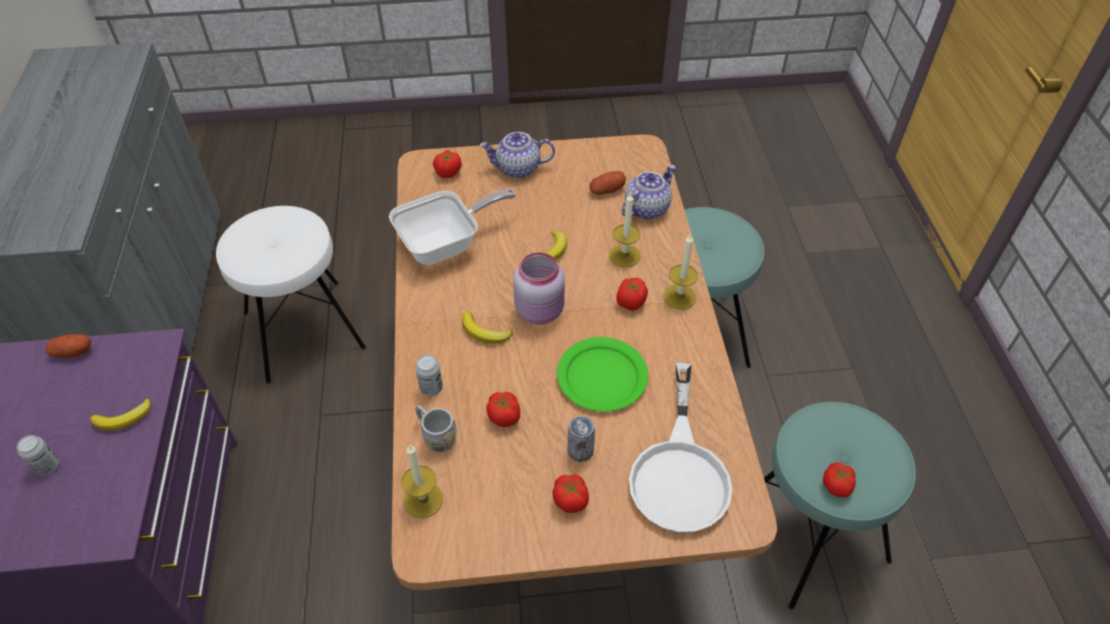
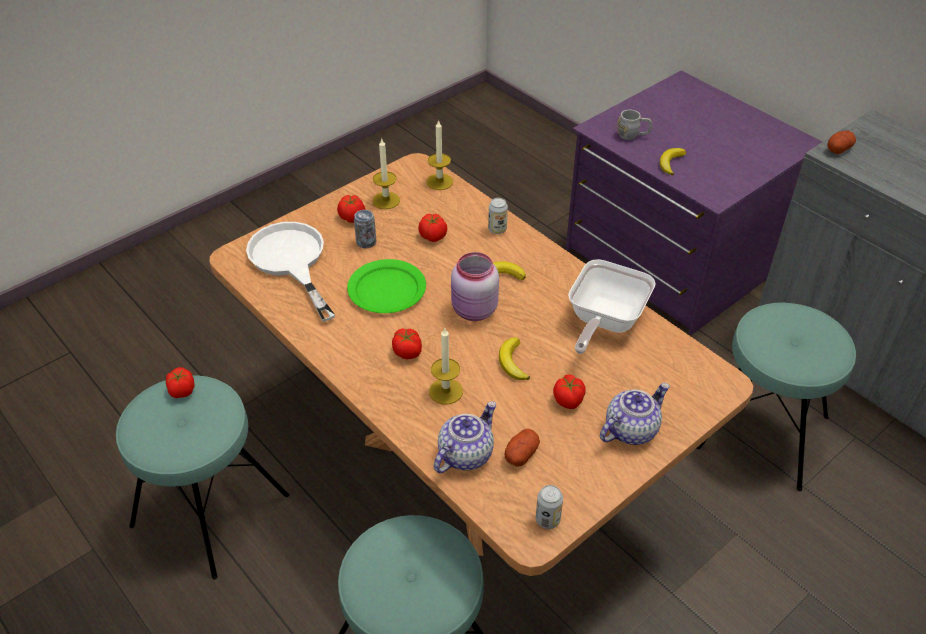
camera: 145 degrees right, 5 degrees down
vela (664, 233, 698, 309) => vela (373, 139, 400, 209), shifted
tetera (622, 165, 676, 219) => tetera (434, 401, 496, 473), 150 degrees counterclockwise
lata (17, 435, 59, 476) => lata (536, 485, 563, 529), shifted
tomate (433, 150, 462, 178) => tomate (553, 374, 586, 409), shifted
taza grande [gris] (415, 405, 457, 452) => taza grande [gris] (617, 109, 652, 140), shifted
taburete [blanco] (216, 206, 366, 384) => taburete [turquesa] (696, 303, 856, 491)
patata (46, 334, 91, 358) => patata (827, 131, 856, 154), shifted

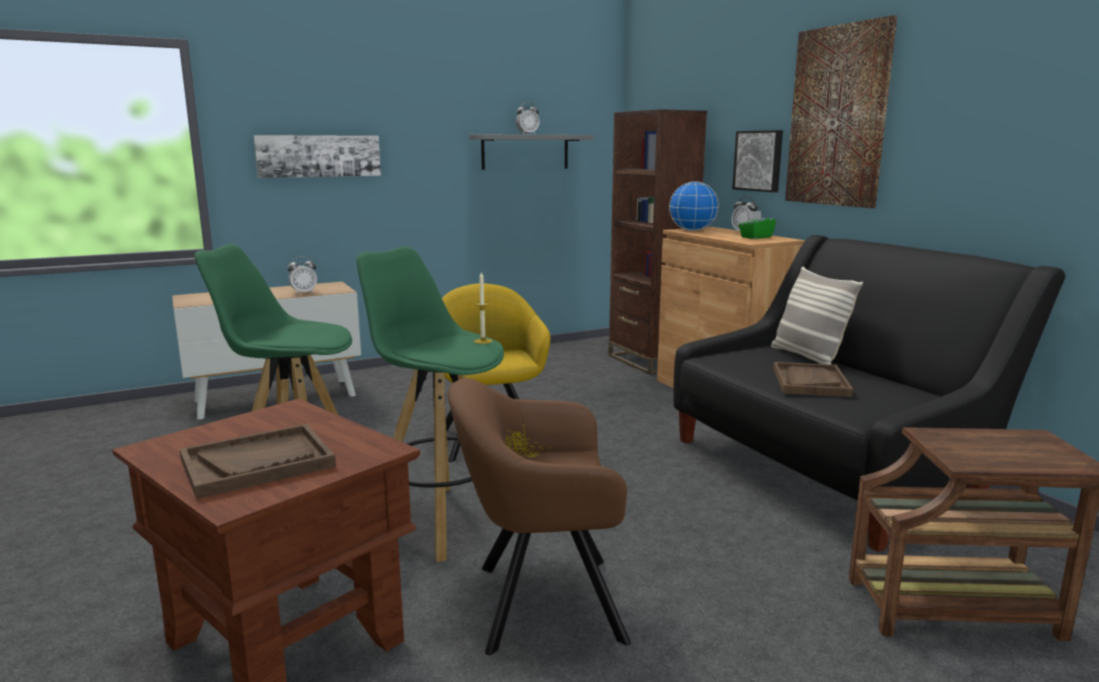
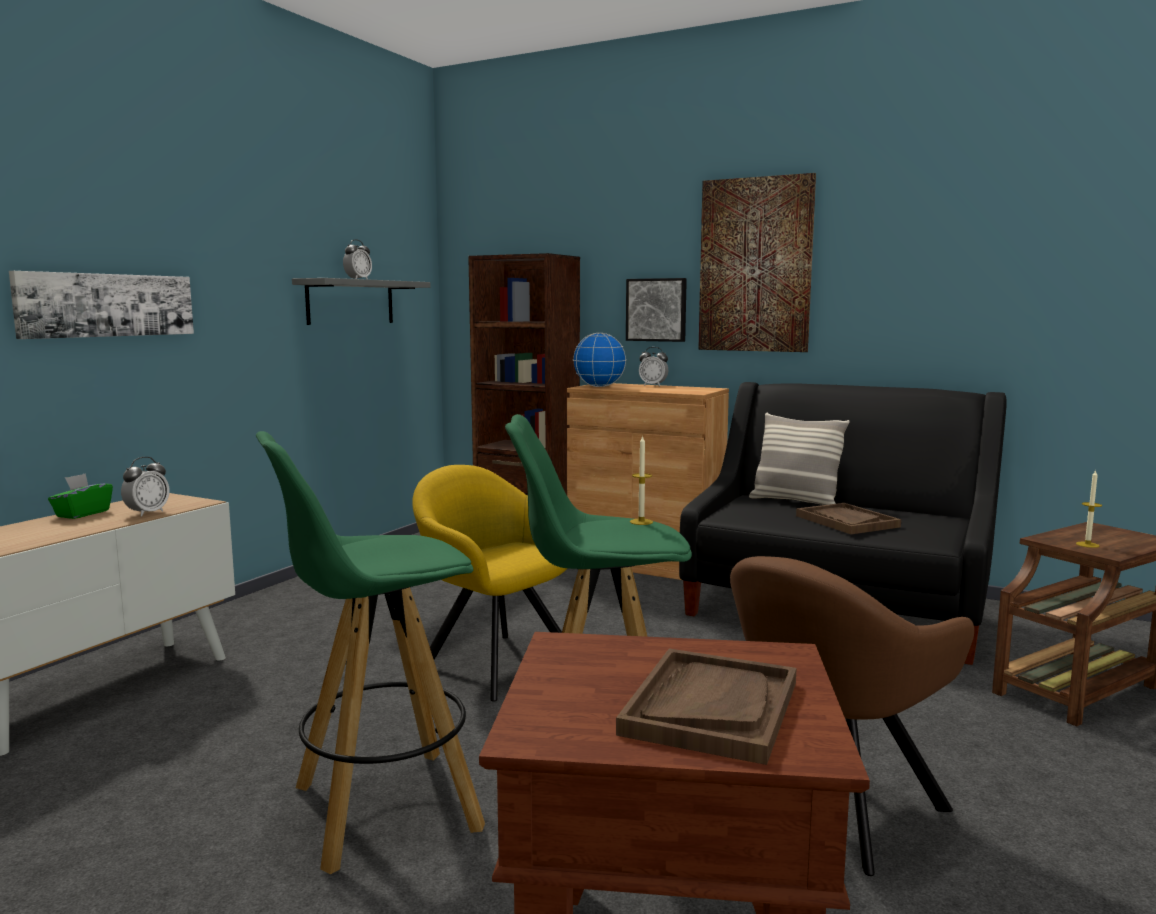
camera: 35 degrees left, 5 degrees down
caja de pañuelos [verde] (739, 211, 776, 239) => caja de pañuelos [verde] (48, 473, 113, 519), shifted
nothing => vela (1076, 470, 1102, 548)

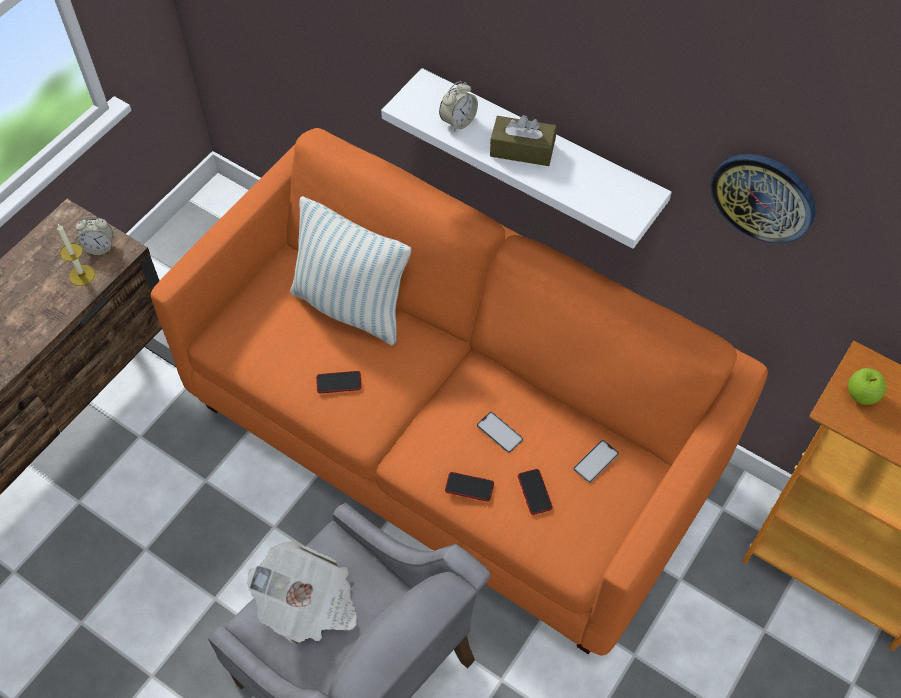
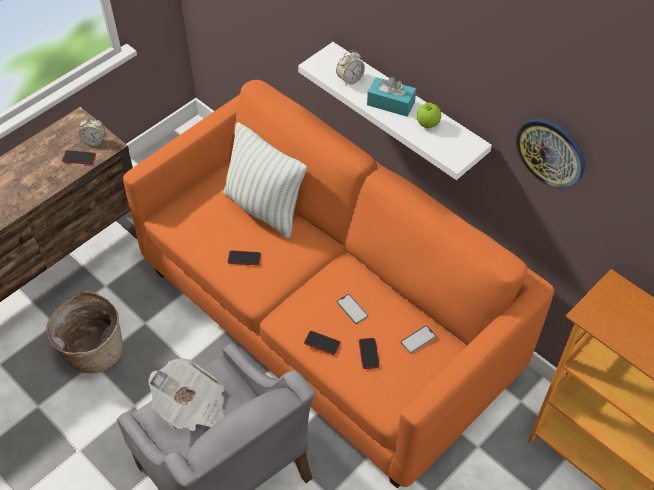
camera: 10 degrees right, 5 degrees down
nothing => cesta (46, 290, 123, 373)
vela (57, 224, 95, 286) => móvil (62, 150, 96, 165)
caja de pañuelos [marrón] (490, 115, 556, 166) => caja de pañuelos [turquesa] (367, 77, 416, 117)
manzana (848, 368, 886, 405) => manzana (417, 103, 441, 128), shifted

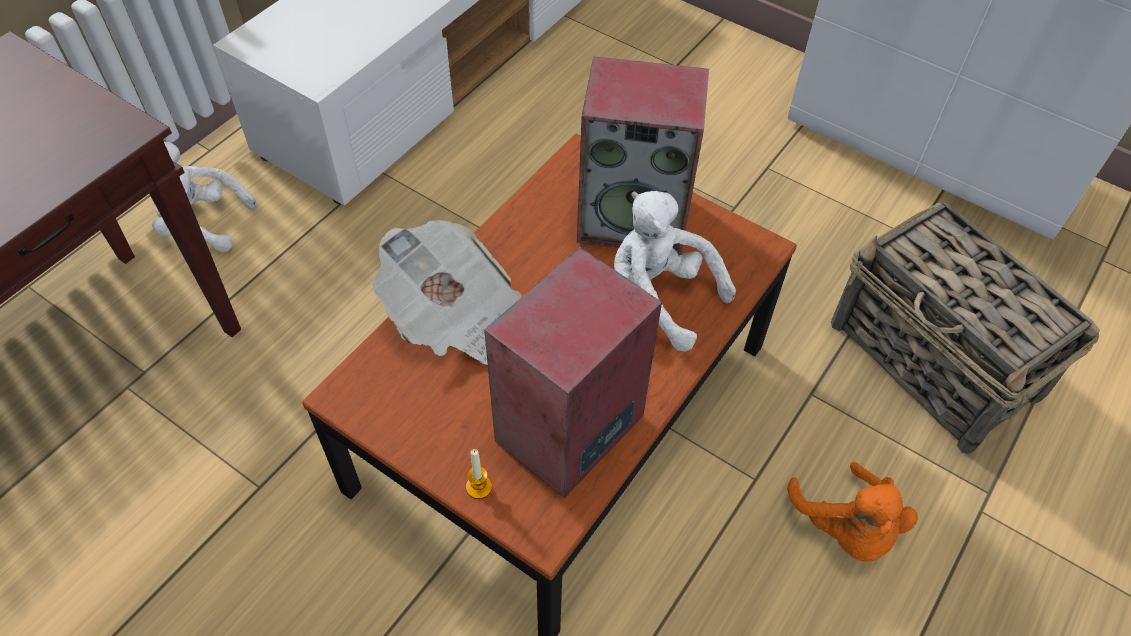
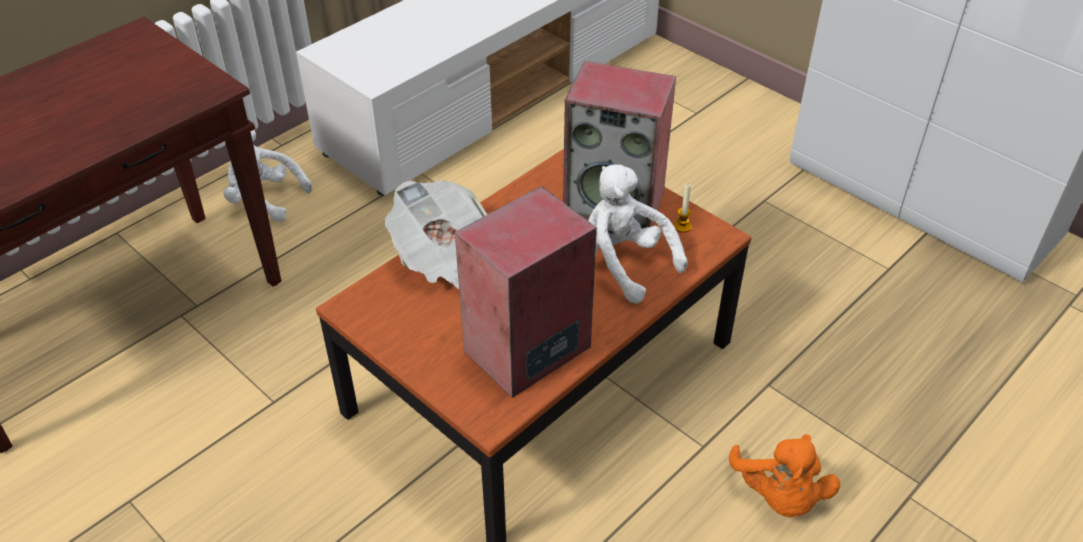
camera: 10 degrees right, 10 degrees down
vela (466, 449, 492, 499) => vela (673, 184, 692, 233), shifted
cesta (831, 202, 1100, 454) => nothing

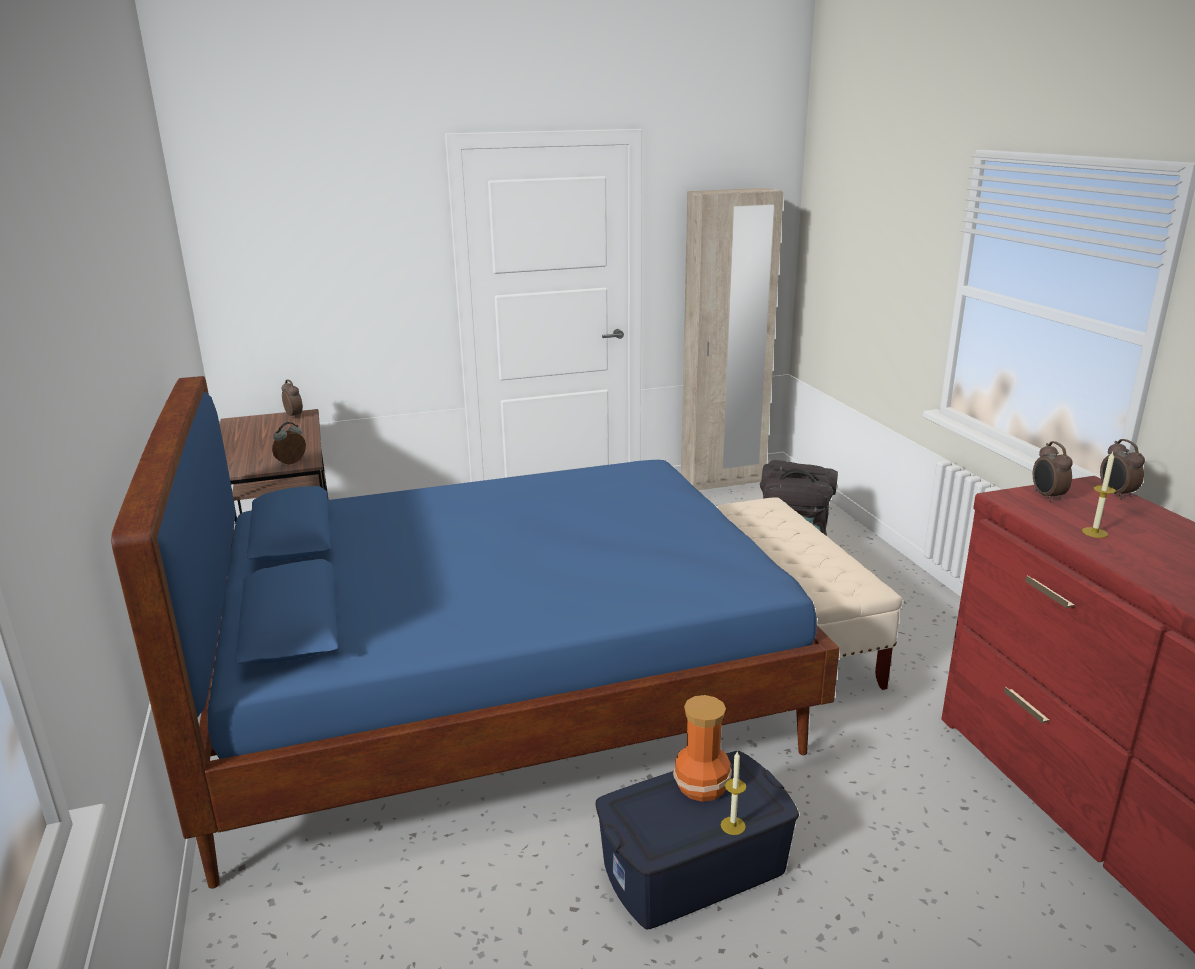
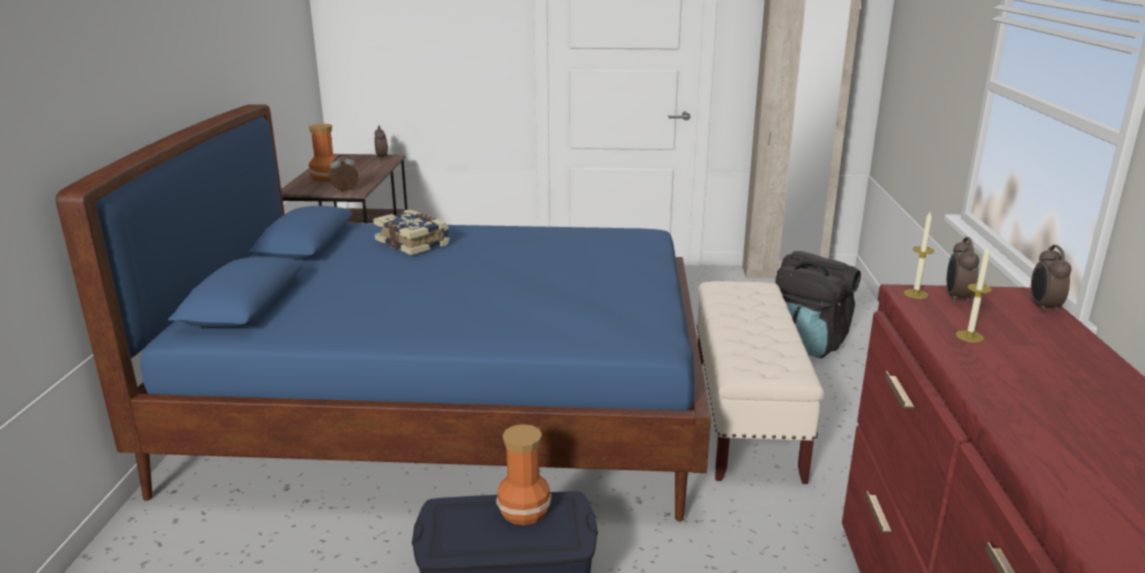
camera: 20 degrees right, 0 degrees up
nothing => florero (309, 124, 338, 182)
nothing => libro (373, 209, 450, 256)
vela (721, 752, 746, 835) => vela (904, 212, 934, 299), shifted

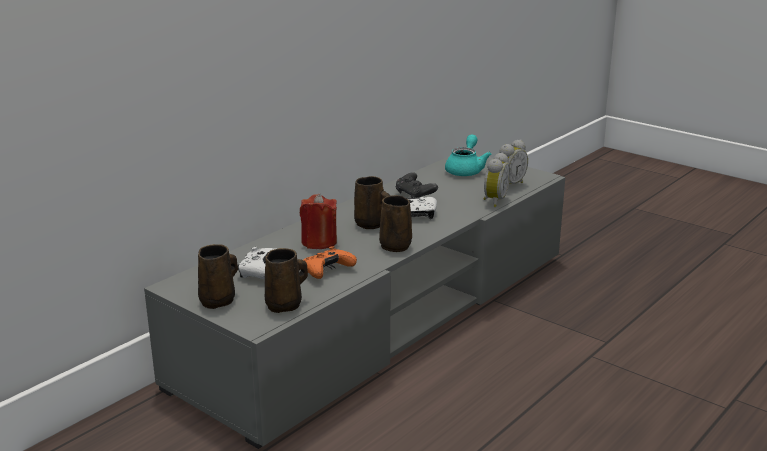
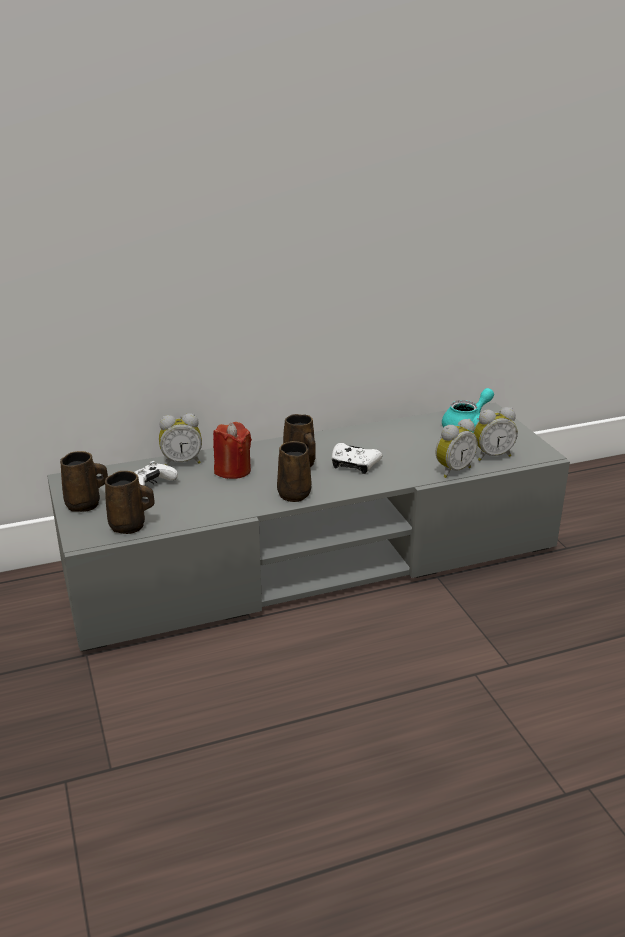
camera: 30 degrees right, 5 degrees up
nothing => despertador (159, 413, 202, 465)
mando de consola [naranja] (304, 246, 357, 279) => nothing
mando de consola [negro] (396, 172, 438, 198) => nothing

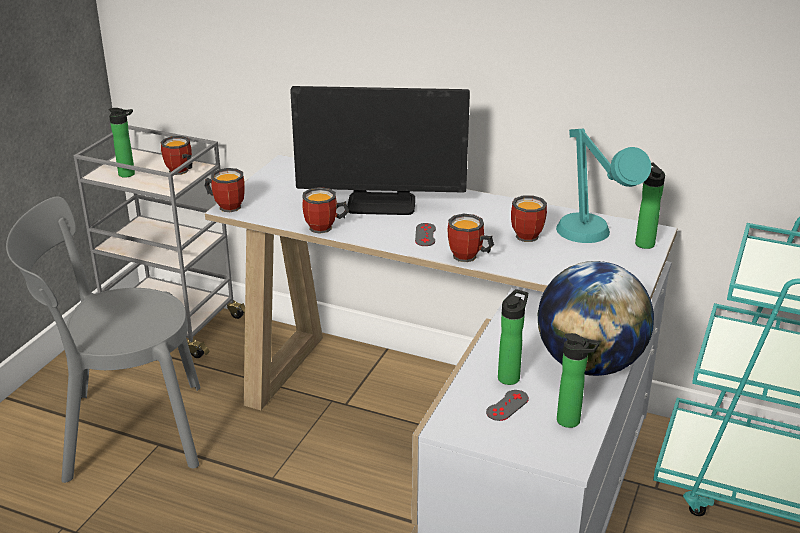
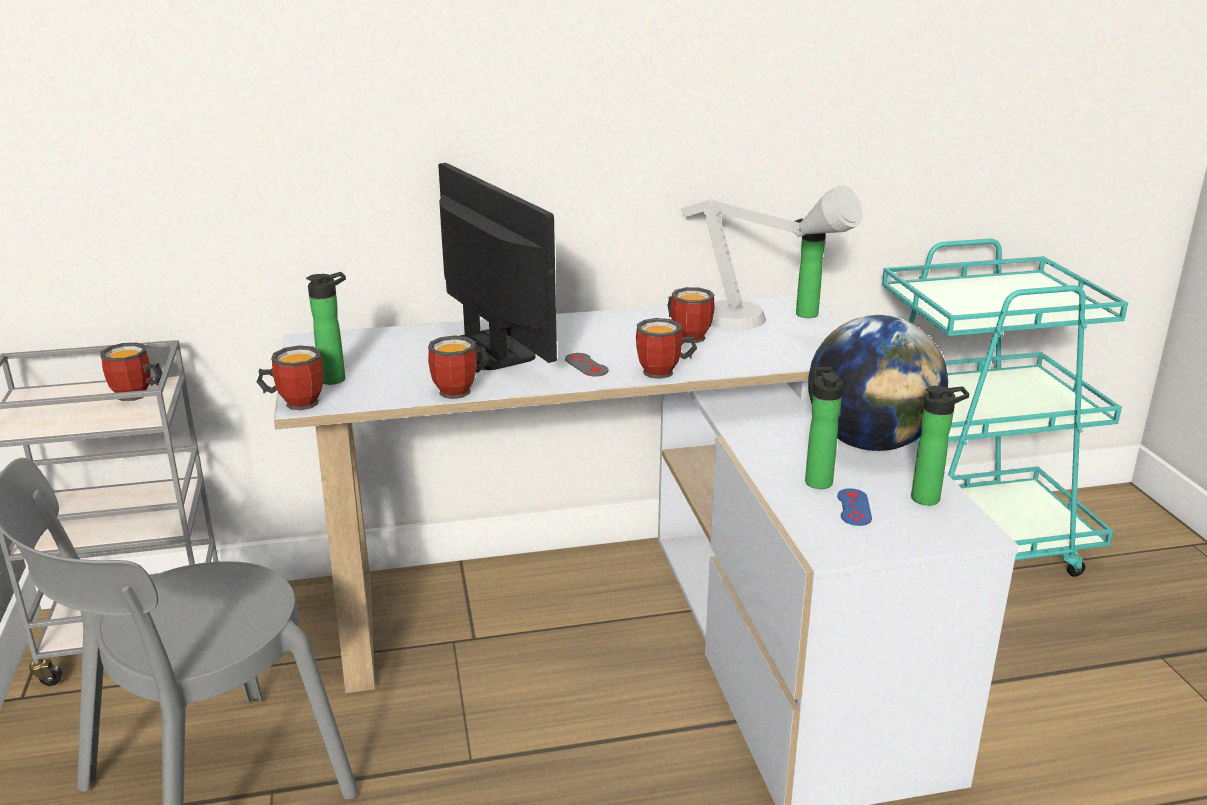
camera: 35 degrees left, 5 degrees down
botella (108, 108, 135, 178) => botella (306, 272, 346, 385), shifted
monitor (290, 86, 470, 215) => monitor (438, 163, 557, 370), 90 degrees counterclockwise
lámpara de mesa [turquesa] (556, 129, 651, 243) => lámpara de mesa [gris] (681, 185, 863, 330)
mando de consola [gris] (486, 390, 529, 421) => mando de consola [azul] (837, 488, 872, 526)

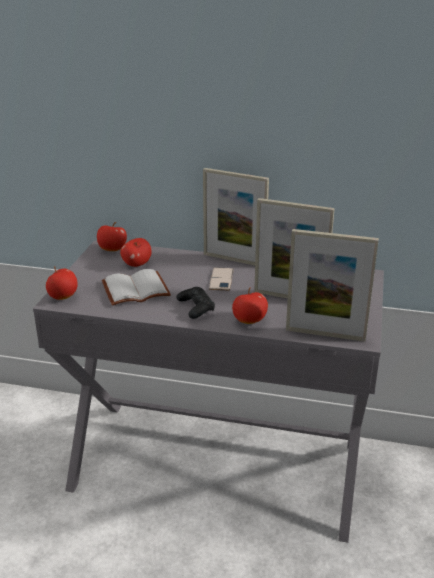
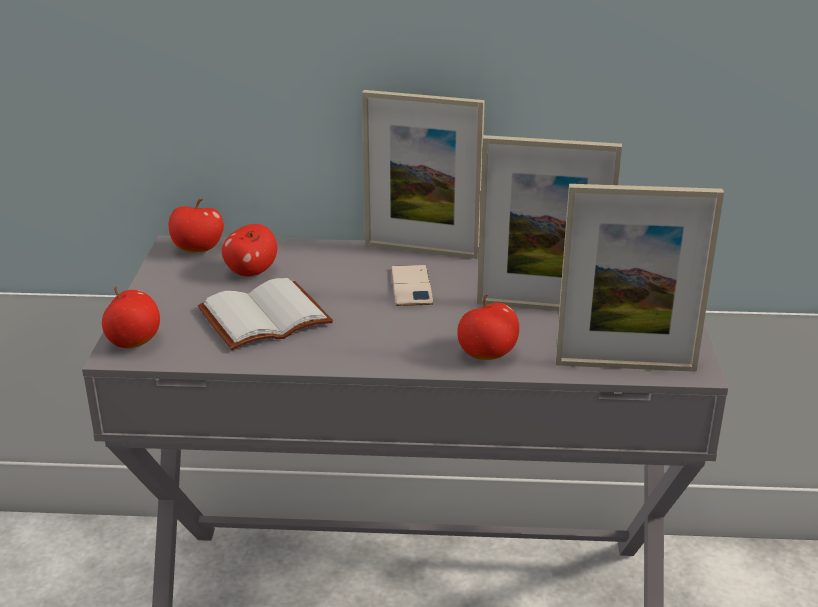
camera: 10 degrees left, 0 degrees up
mando de consola [negro] (176, 287, 215, 319) => nothing

